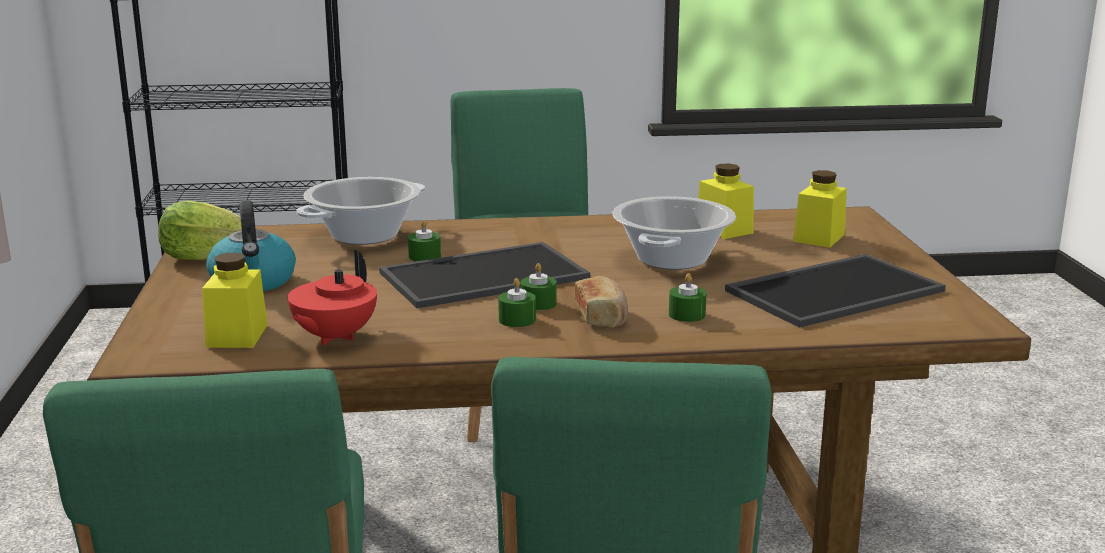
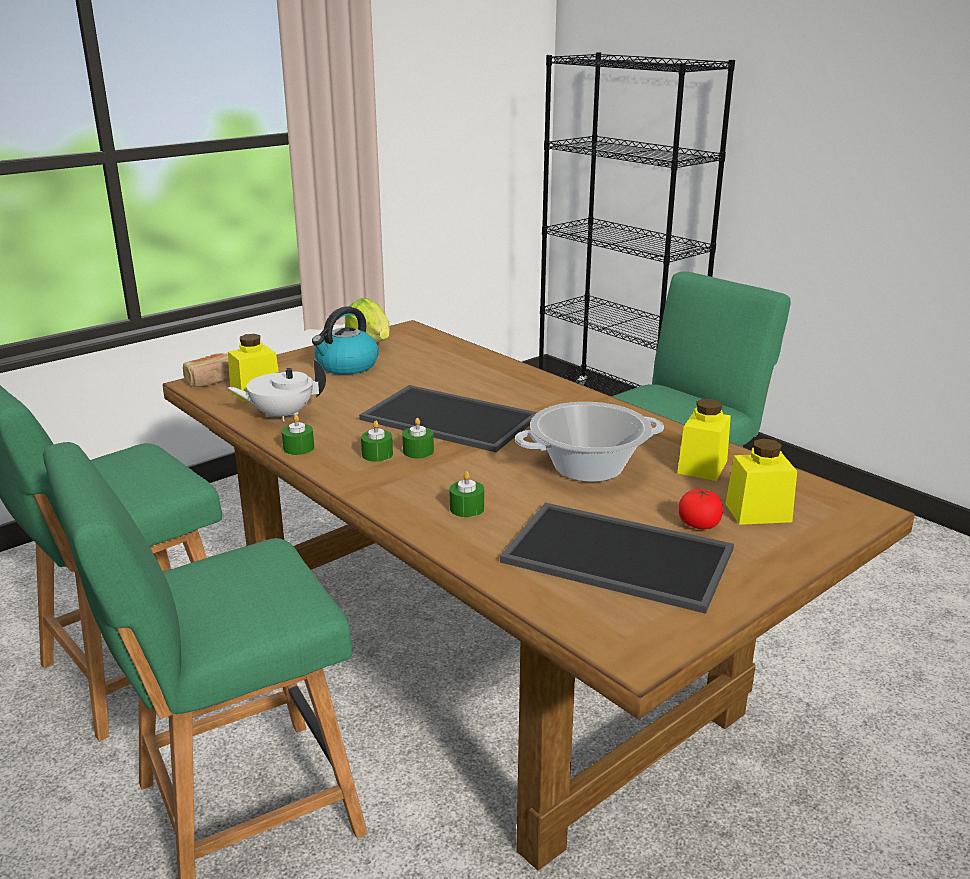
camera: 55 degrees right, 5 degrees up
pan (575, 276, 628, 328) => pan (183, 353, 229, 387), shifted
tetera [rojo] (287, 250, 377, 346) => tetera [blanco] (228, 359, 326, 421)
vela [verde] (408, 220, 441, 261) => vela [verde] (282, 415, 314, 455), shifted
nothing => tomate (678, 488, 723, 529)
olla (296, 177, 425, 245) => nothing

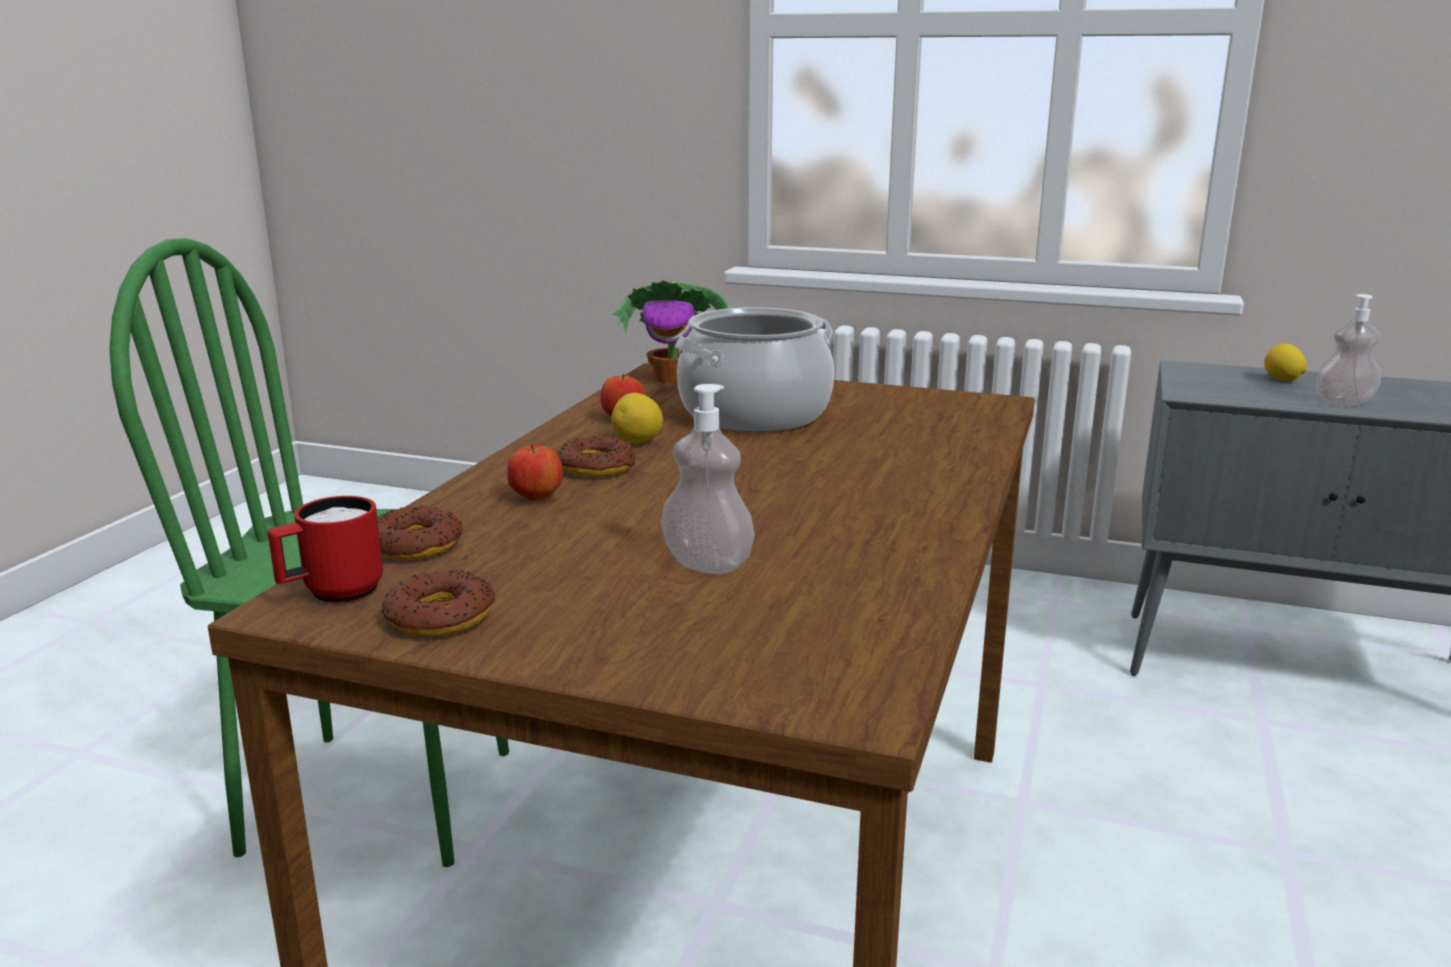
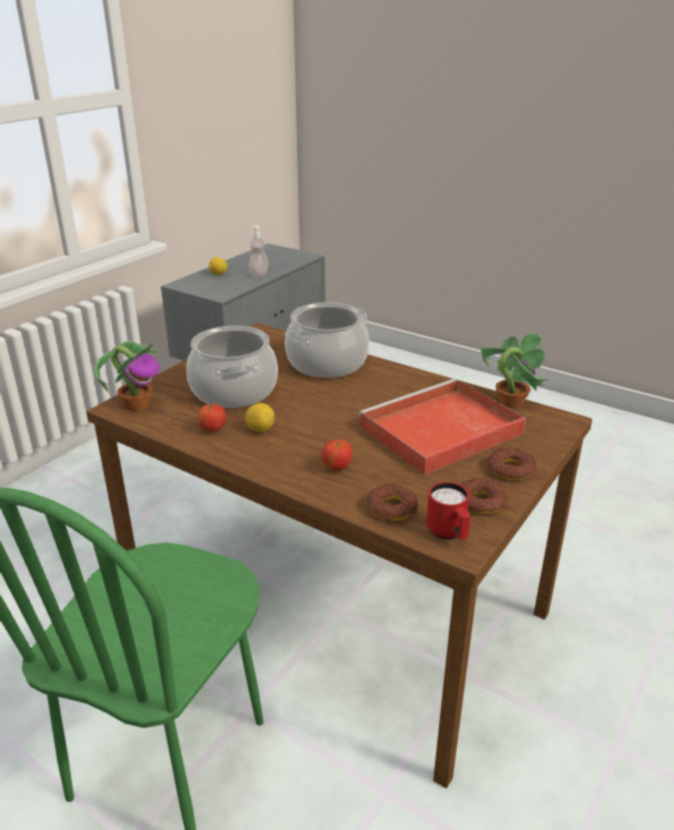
camera: 75 degrees left, 10 degrees up
nothing => olla (285, 302, 369, 378)
dispensador de jabón (661, 384, 755, 574) => bandeja [rojo] (358, 379, 526, 475)
nothing => planta en maceta (481, 333, 550, 408)
rosquilla (557, 436, 636, 478) => rosquilla (488, 448, 537, 480), shifted

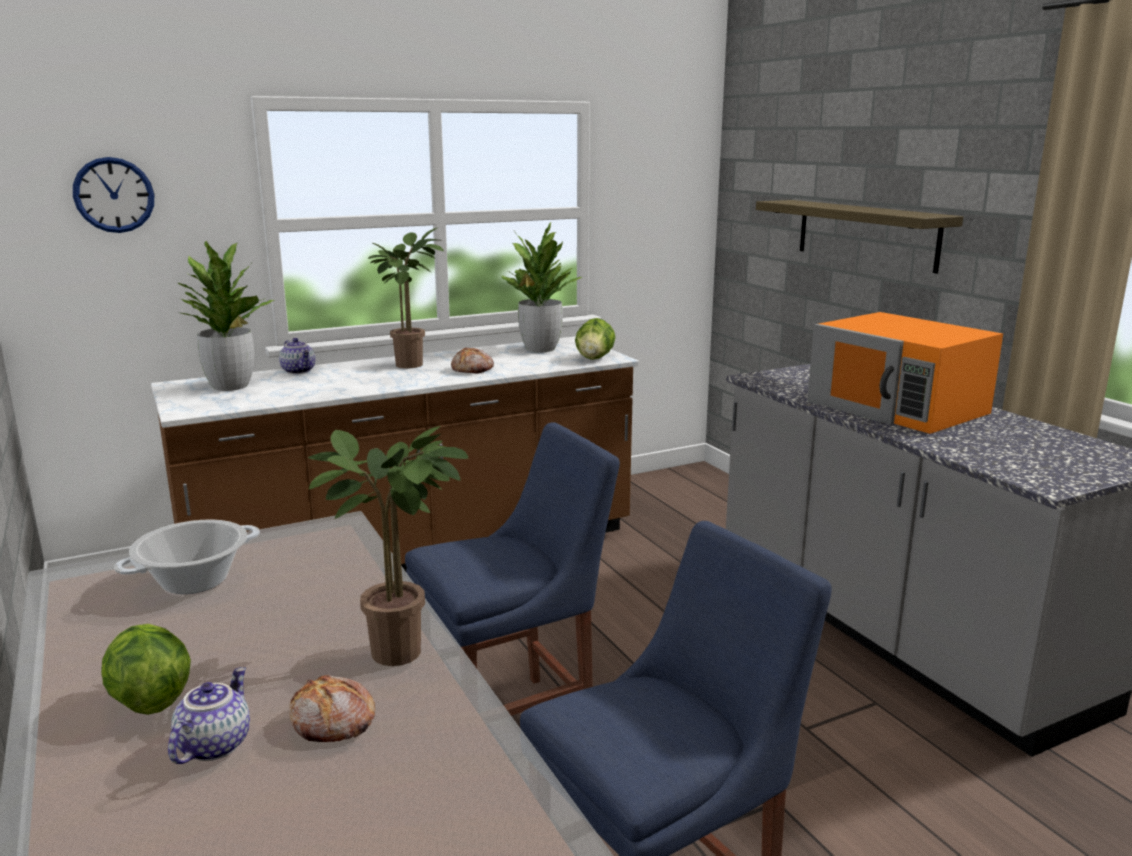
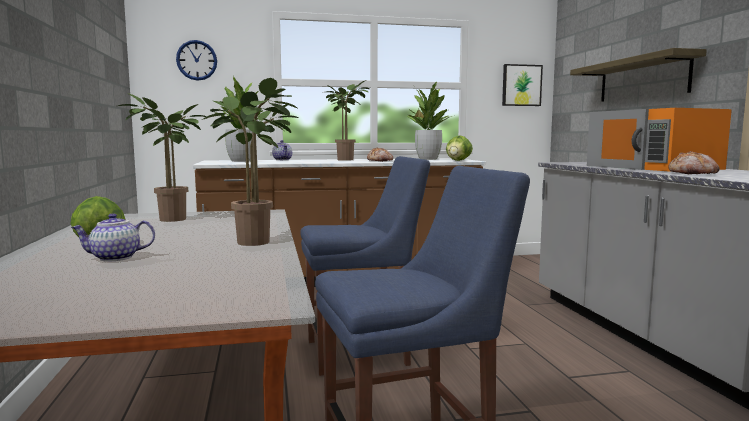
camera: 15 degrees right, 10 degrees down
tetera (168, 667, 250, 764) => tetera (71, 213, 155, 262), 135 degrees counterclockwise
olla (114, 519, 260, 594) => planta en maceta (118, 93, 207, 222)
nothing => cuadro (502, 64, 543, 106)
pan (289, 674, 375, 742) => pan (668, 151, 720, 174), shifted

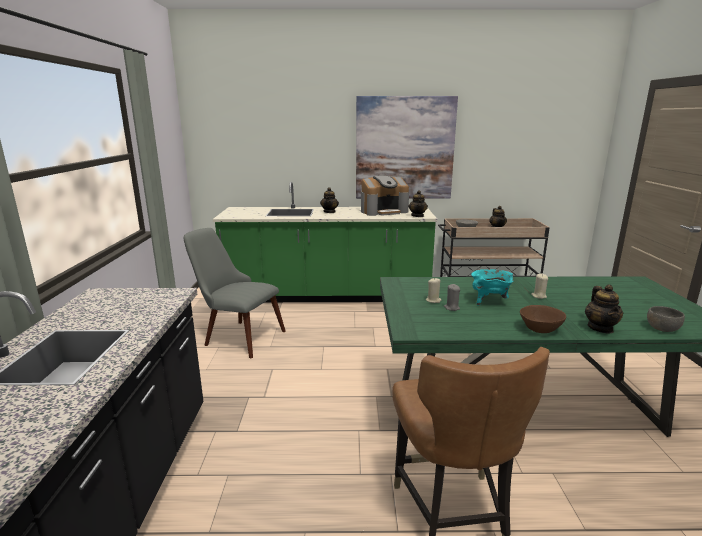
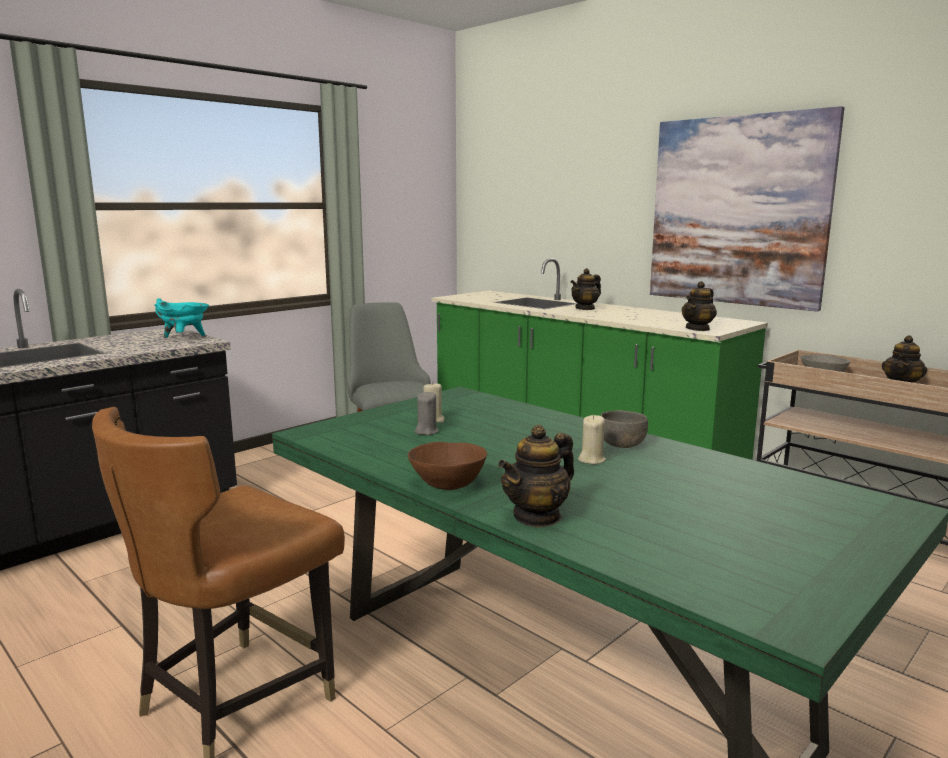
camera: 45 degrees right, 5 degrees down
olla [turquesa] (471, 269, 514, 306) => olla [turquesa] (154, 298, 209, 338), shifted
cuenco [gris] (647, 306, 685, 332) => cuenco [gris] (601, 410, 648, 448), shifted
cafetera (361, 176, 409, 216) => nothing

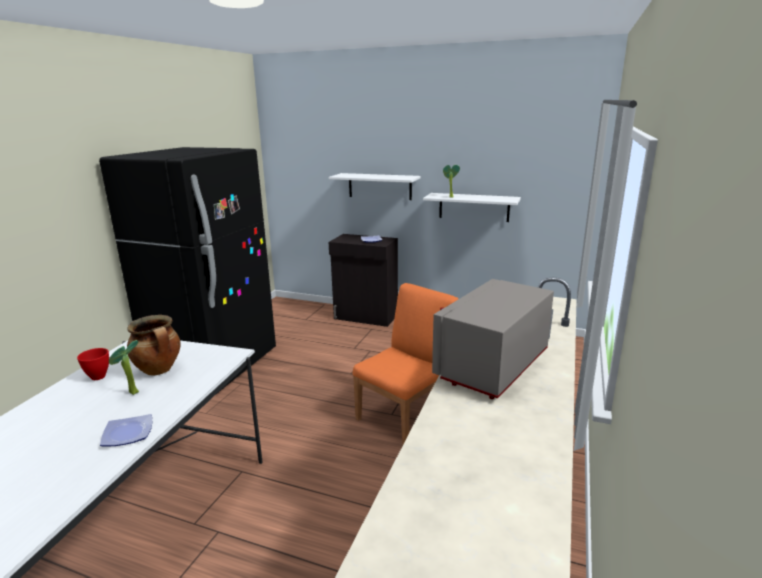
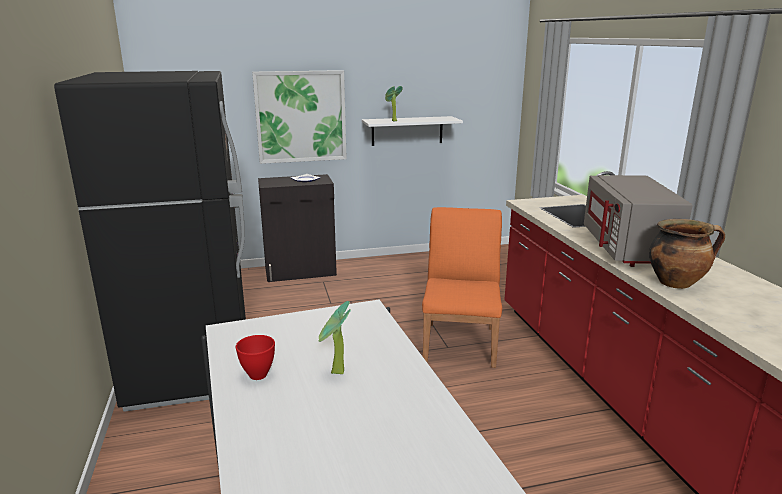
camera: 35 degrees left, 0 degrees up
estante [blanco] (329, 173, 421, 200) => cuadro (252, 70, 347, 164)
olla (127, 315, 181, 375) => olla (649, 219, 725, 289), shifted
plato (100, 414, 152, 447) => nothing

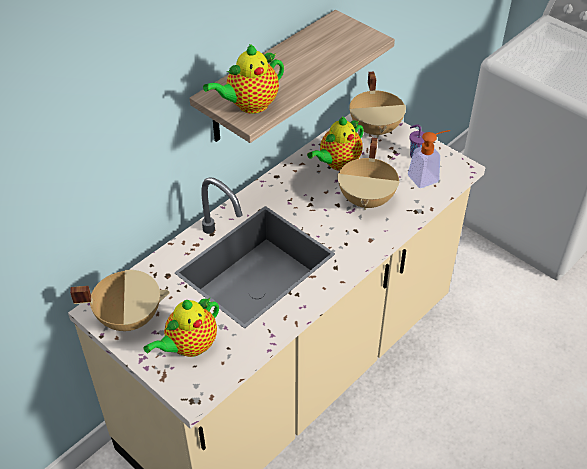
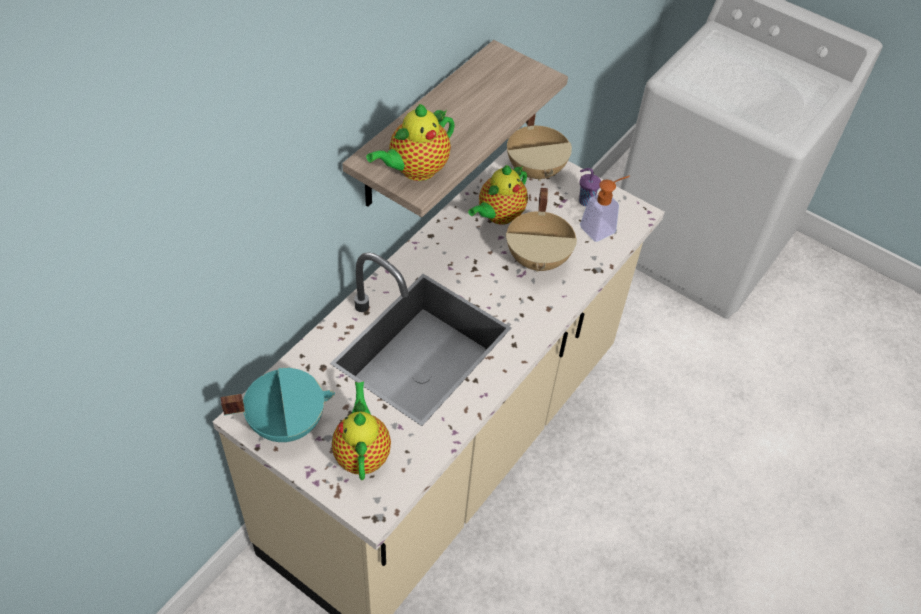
camera: 10 degrees left, 5 degrees up
olla [beis] (70, 270, 170, 331) => olla [turquesa] (221, 368, 335, 442)
tetera (144, 298, 219, 357) => tetera (332, 382, 391, 480), 135 degrees clockwise

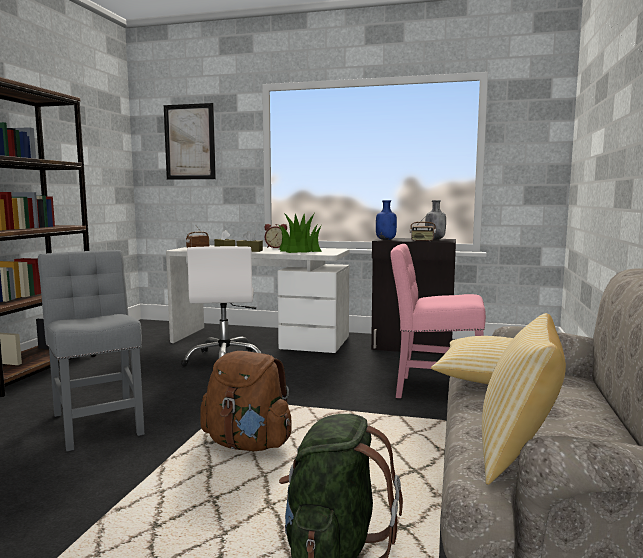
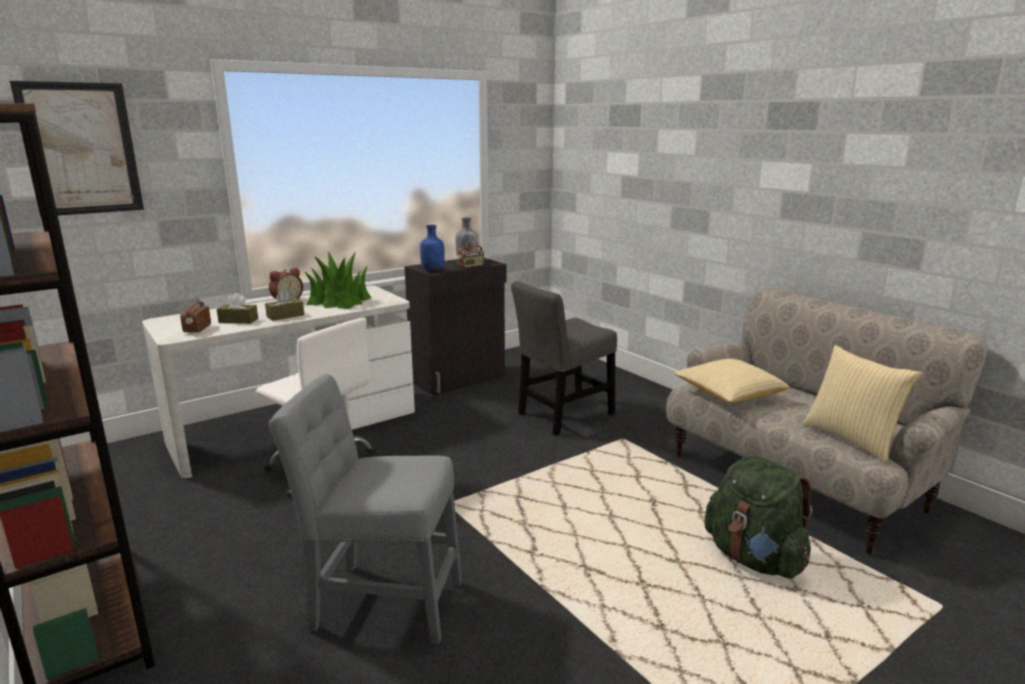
camera: 50 degrees left, 10 degrees up
silla [rosa] (390, 244, 486, 398) => silla [gris] (511, 281, 617, 436)
mochila [marrón] (200, 351, 292, 451) => nothing

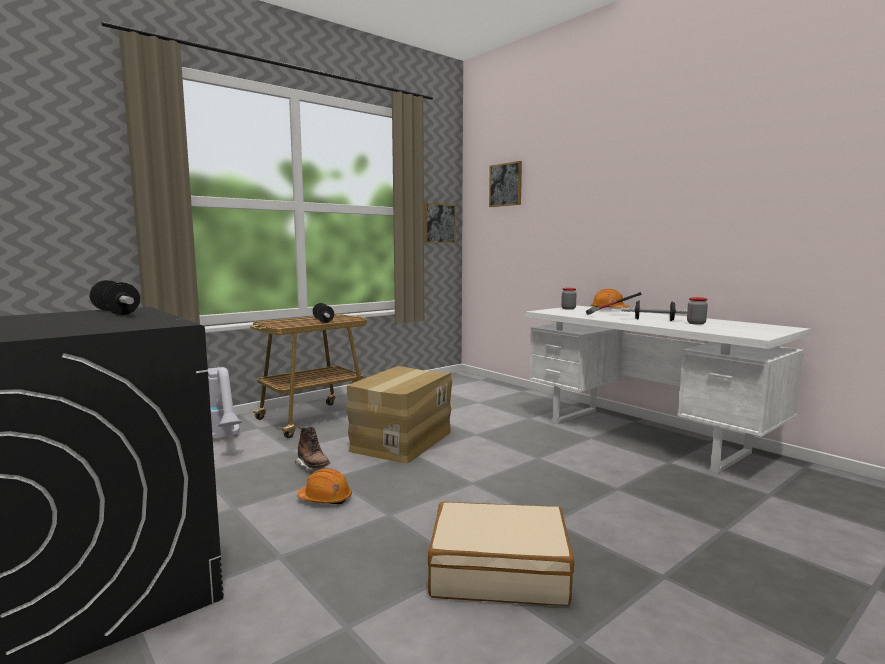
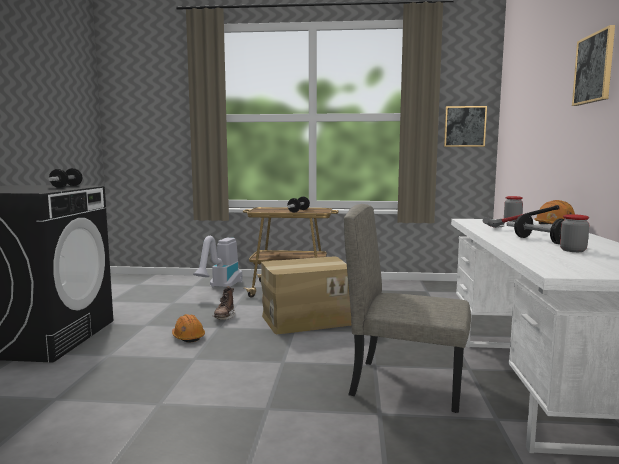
camera: 45 degrees right, 0 degrees up
nothing => silla [beis] (344, 204, 471, 413)
cuadro (489, 161, 522, 207) => cuadro (572, 25, 615, 106), shifted
maleta [beis] (428, 502, 574, 606) => nothing

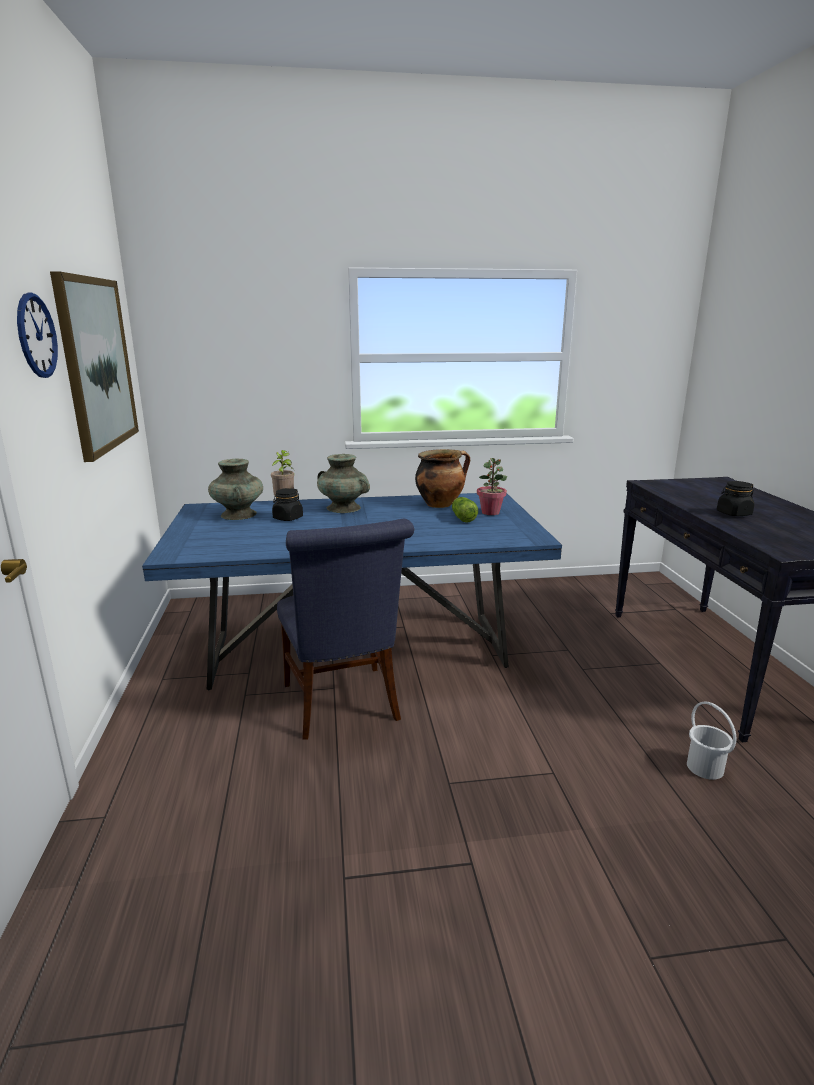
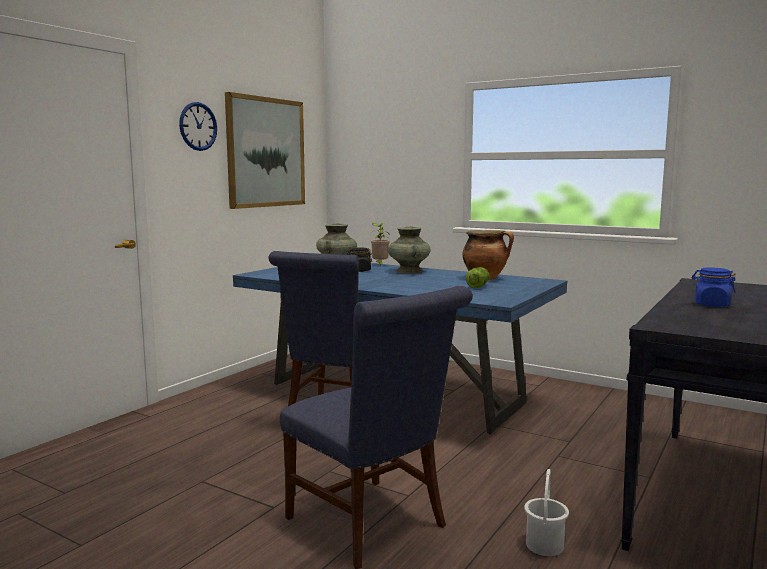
camera: 40 degrees right, 10 degrees down
nothing => silla [azul] (280, 286, 473, 569)
tarro [negro] (717, 481, 754, 516) => tarro [azul] (692, 267, 736, 307)
planta en maceta (477, 458, 507, 515) => nothing

